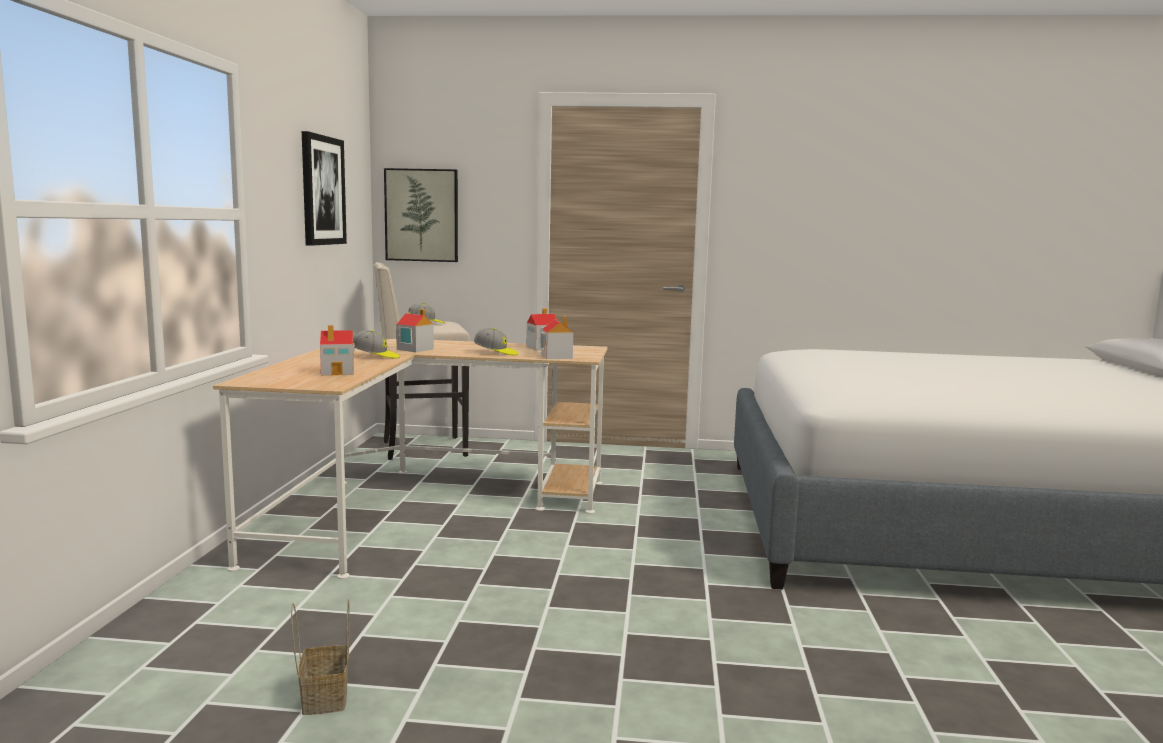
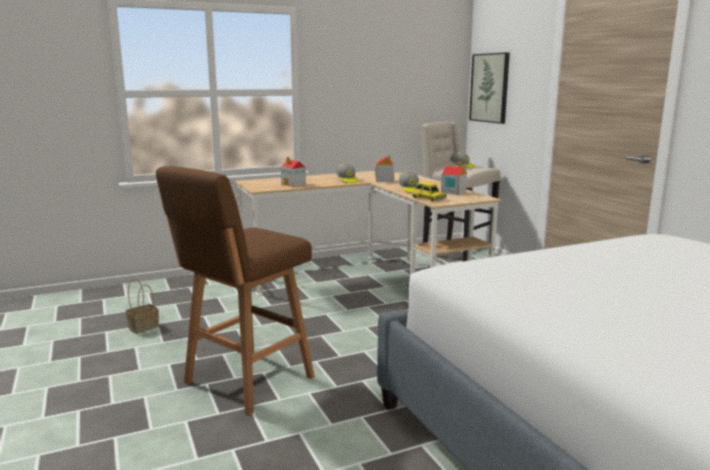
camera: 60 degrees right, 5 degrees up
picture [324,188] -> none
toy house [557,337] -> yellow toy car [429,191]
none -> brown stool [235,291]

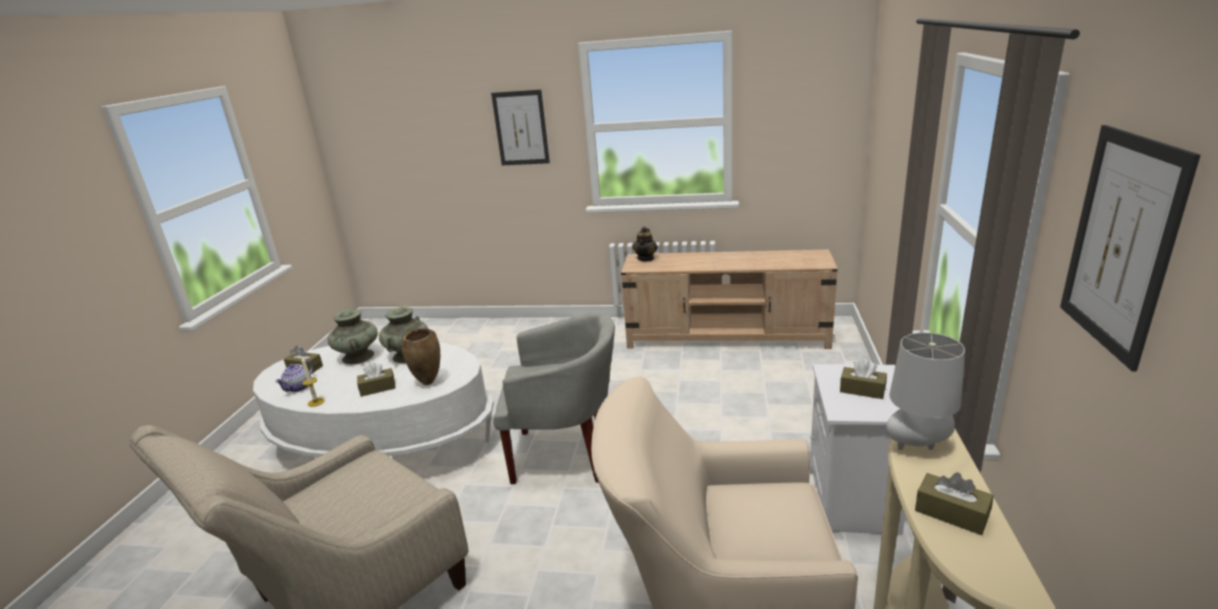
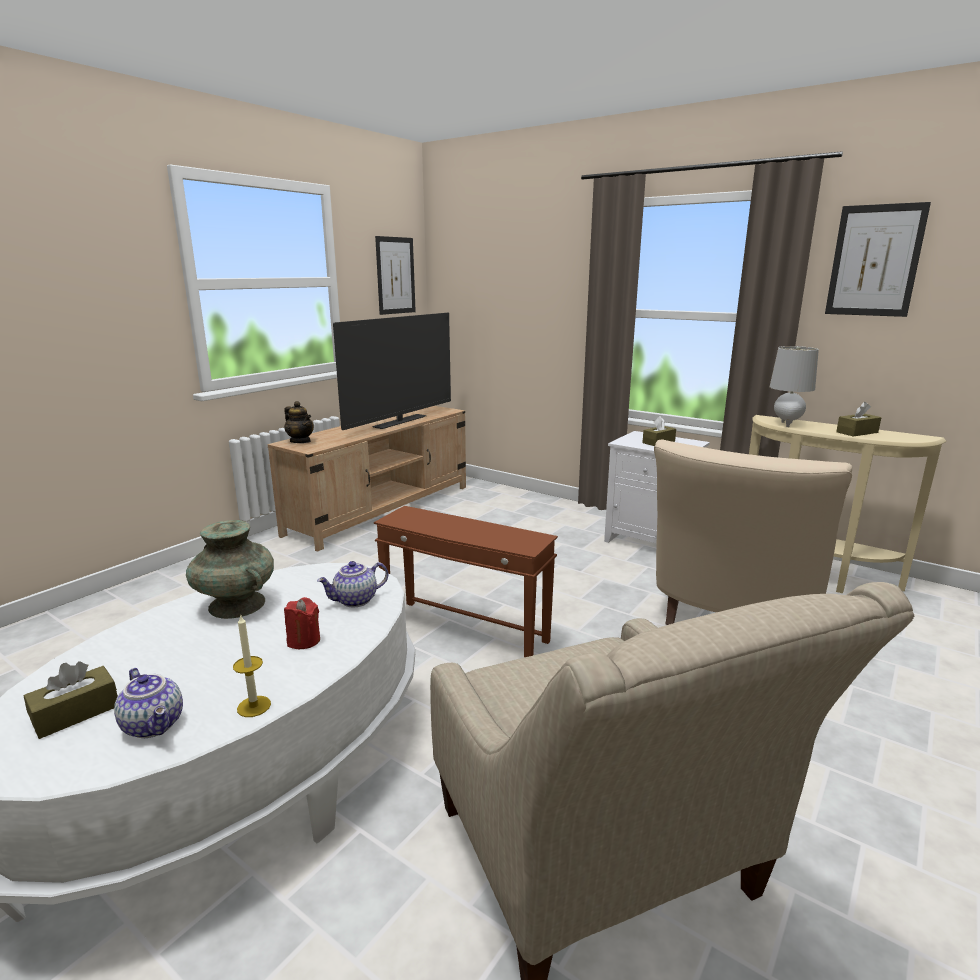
camera: 65 degrees left, 5 degrees down
turquoise vase [353,336] -> none
brown tissue box [376,380] -> red candle [302,623]
brown vase [420,356] -> teapot [352,584]
picture [520,127] -> picture [395,275], shifted
grey armchair [554,398] -> brown side table [466,581]
none -> television [392,371]

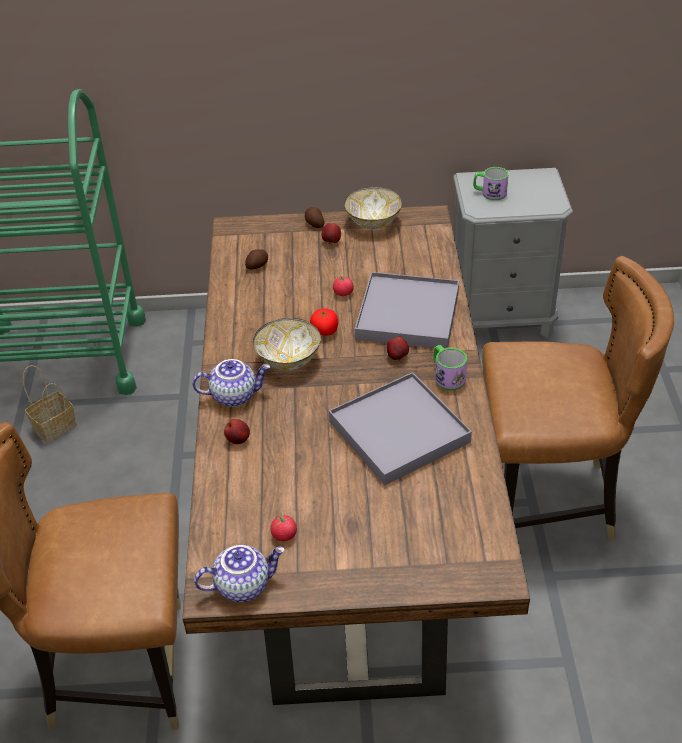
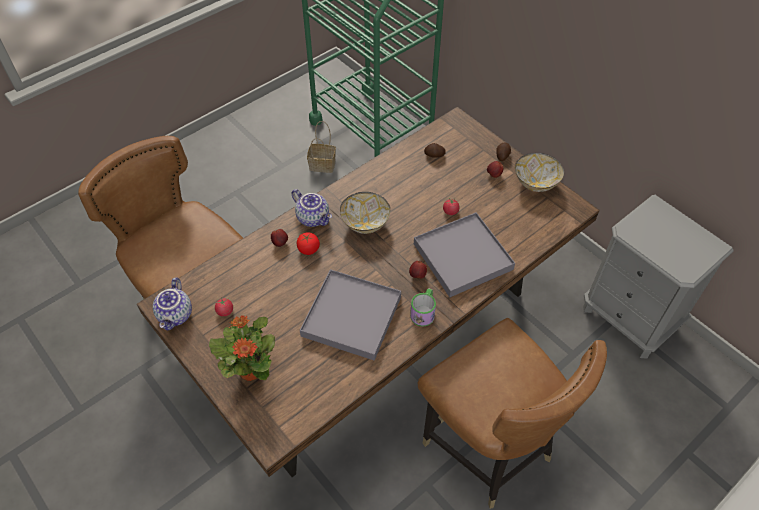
camera: 50 degrees right, 10 degrees up
teapot [239,573] -> teapot [172,304], 60 degrees clockwise
tomato [324,322] -> tomato [308,243], shifted
mug [490,183] -> none
none -> potted plant [242,348]

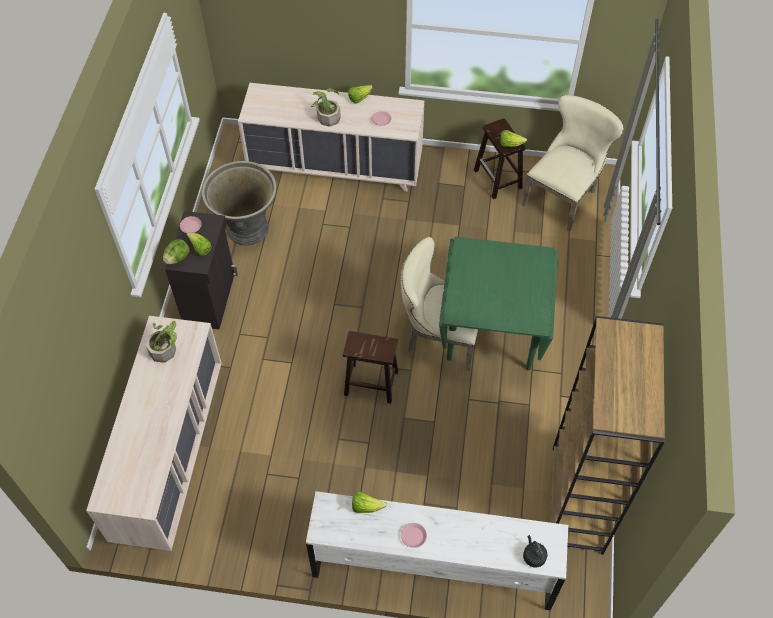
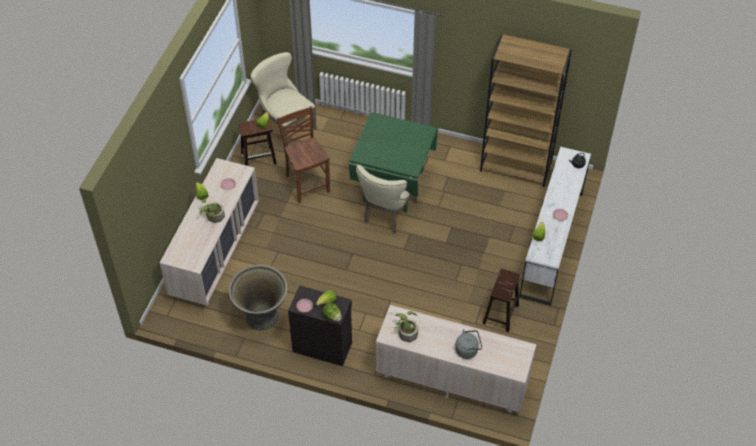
camera: 80 degrees left, 5 degrees down
brown stool [370,367] -> brown stool [501,300], shifted
none -> brown chair [303,154]
none -> grey kettle [468,344]

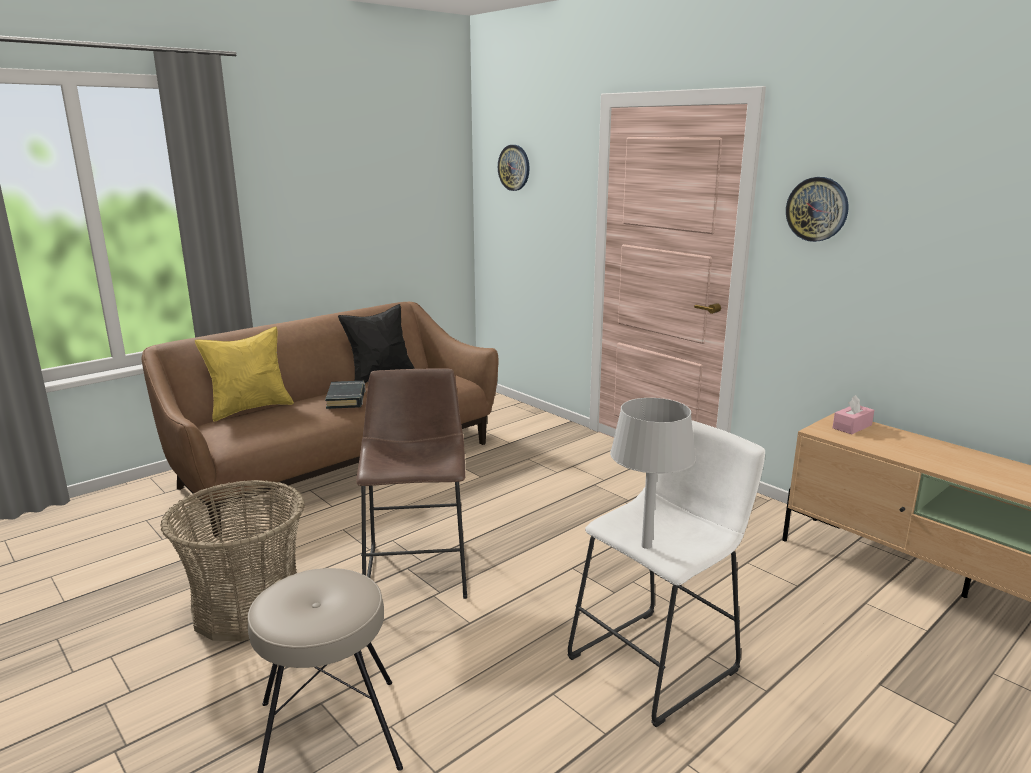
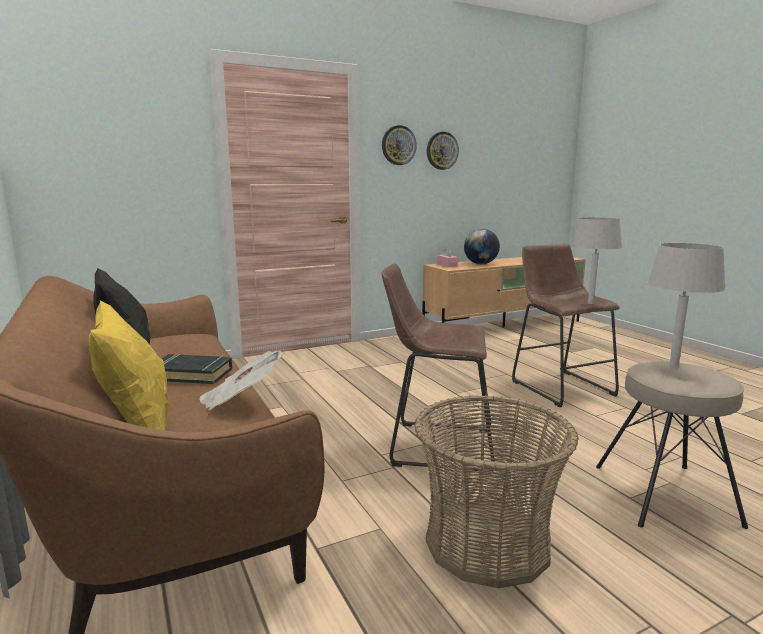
camera: 75 degrees left, 5 degrees down
wall clock [514,168] -> wall clock [443,151], shifted
white stool [666,573] -> brown stool [566,325]
none -> newspaper [241,380]
none -> globe [482,246]
none -> grey table lamp [686,305]

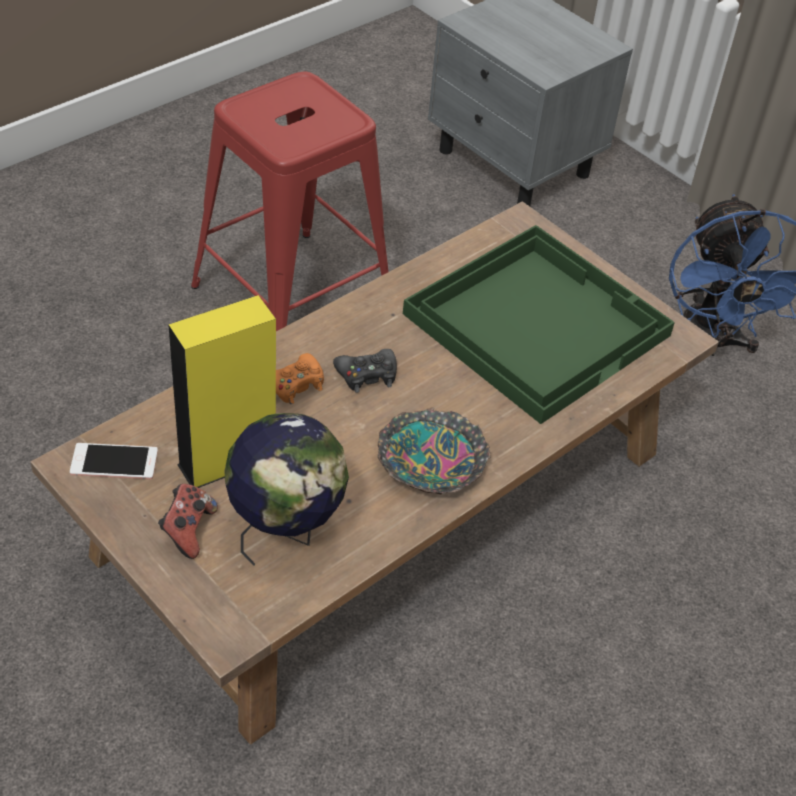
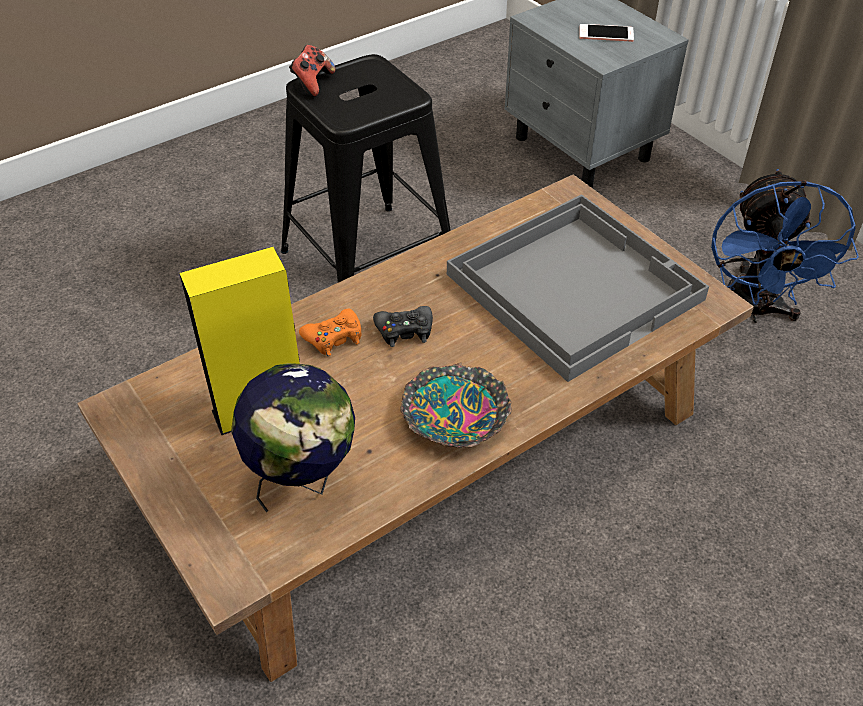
camera: 10 degrees right, 0 degrees up
phone [114,461] -> phone [606,33], shifted
game controller [188,521] -> game controller [312,71], shifted
red stool [290,201] -> black stool [366,168]
green tray [539,324] -> grey tray [578,288]

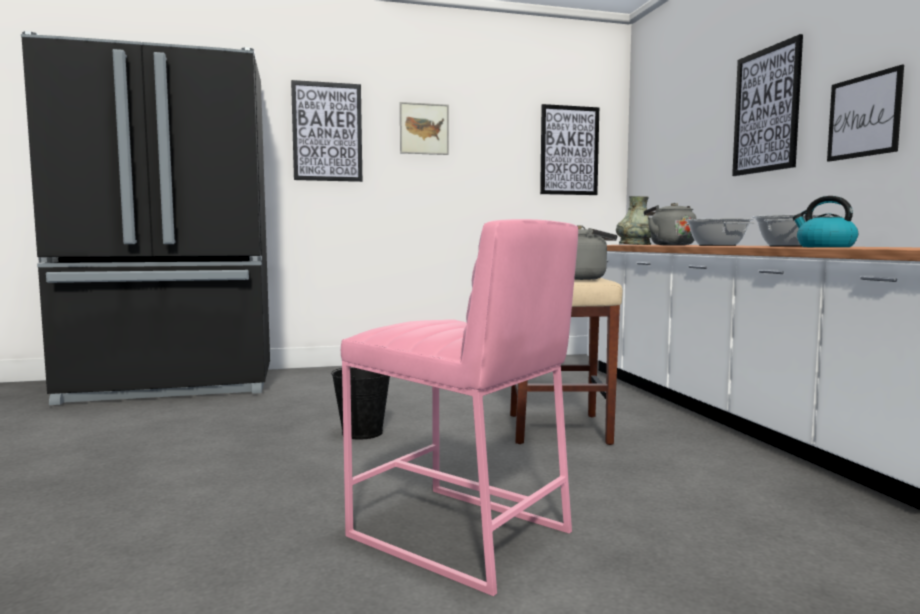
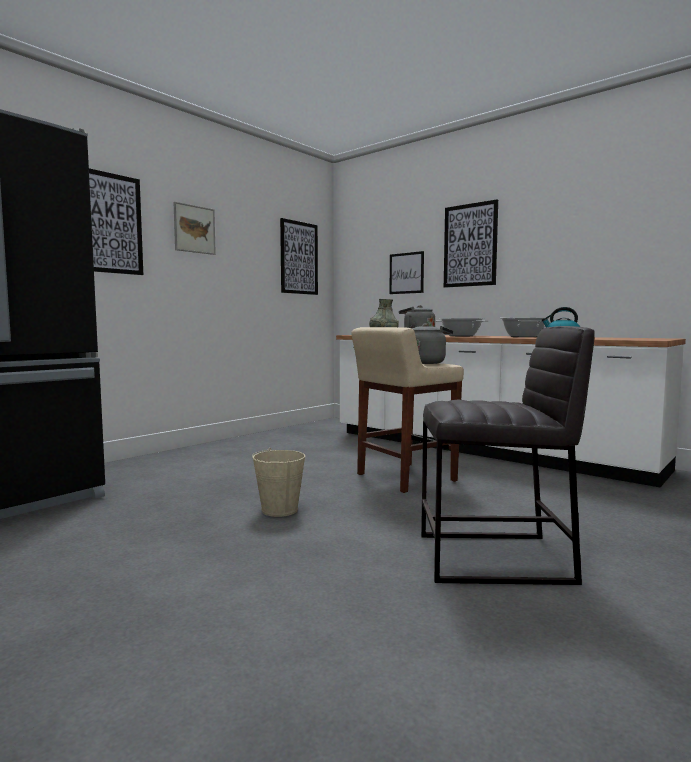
camera: 35 degrees left, 0 degrees up
black bucket [360,404] -> beige bucket [278,482]
pink stool [459,407] -> grey stool [508,455]
picture [865,113] -> picture [406,272], shifted

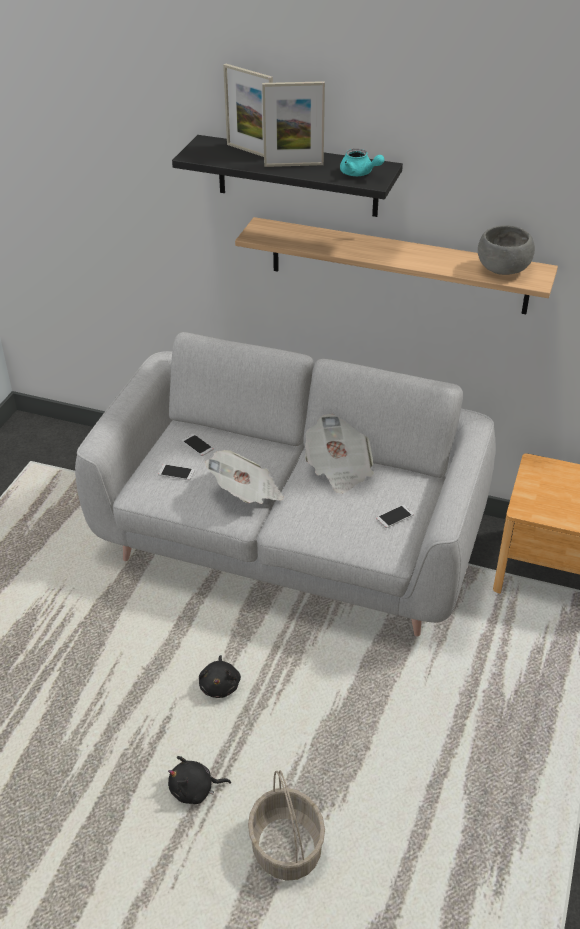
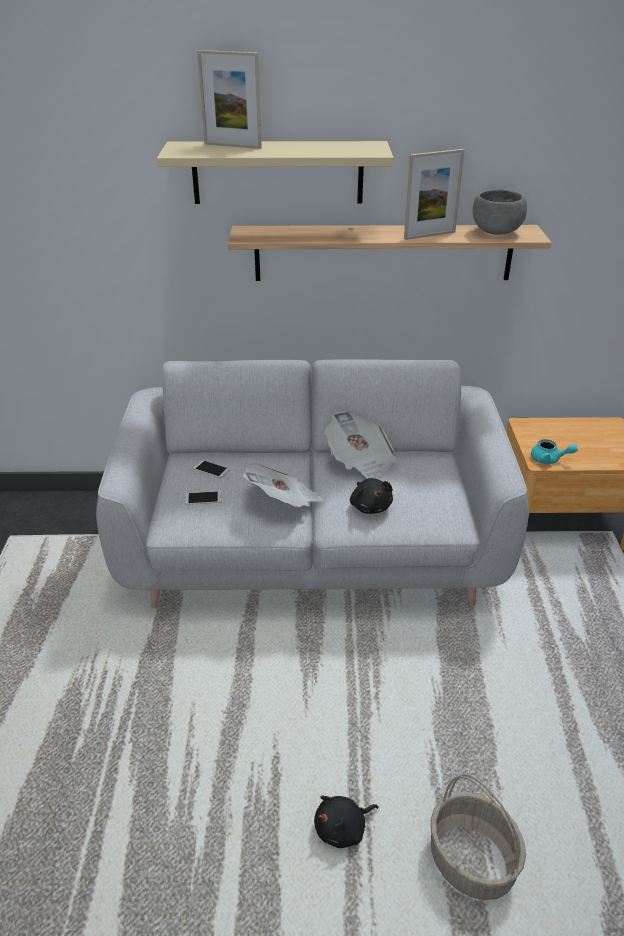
camera: 20 degrees left, 5 degrees down
black shelf [287,176] -> beige shelf [275,172]
black plush toy [220,676] -> black plush toy [371,496], shifted
picture frame [293,124] -> picture frame [434,194], shifted
turquoise teapot [362,162] -> turquoise teapot [554,451], shifted
phone [395,516] -> none

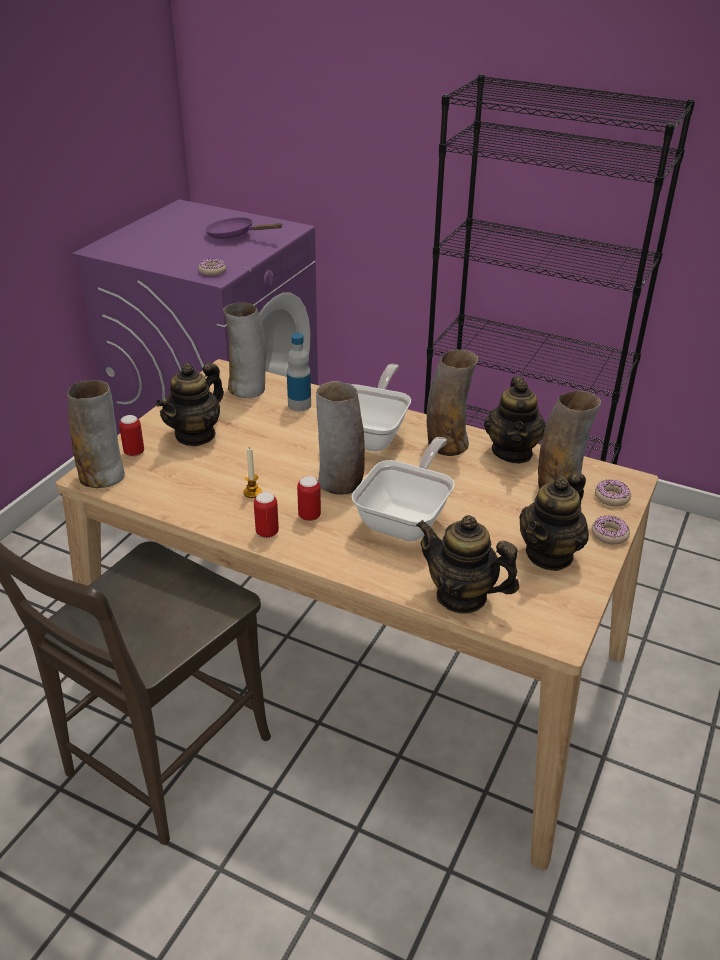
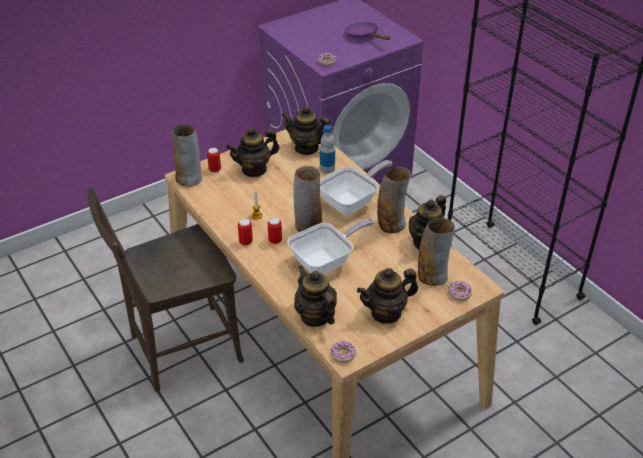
camera: 30 degrees right, 5 degrees up
vase [244,350] -> teapot [306,130]
donut [611,530] -> donut [343,352], shifted

